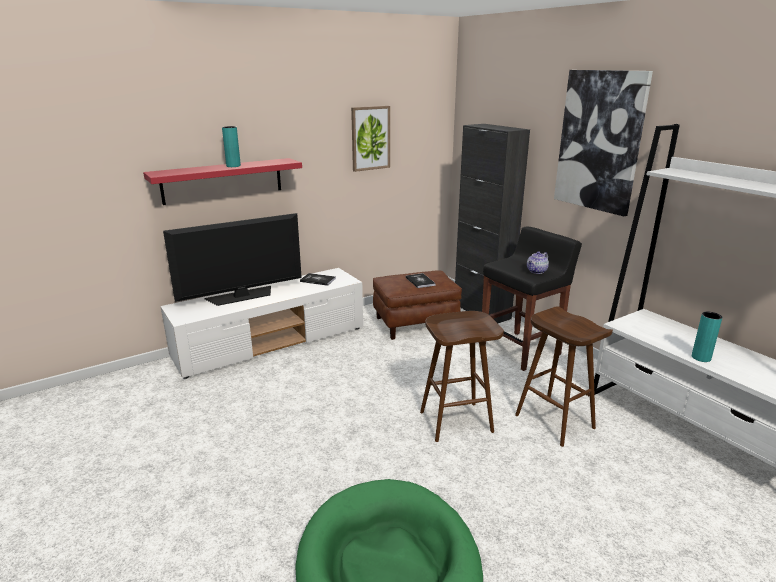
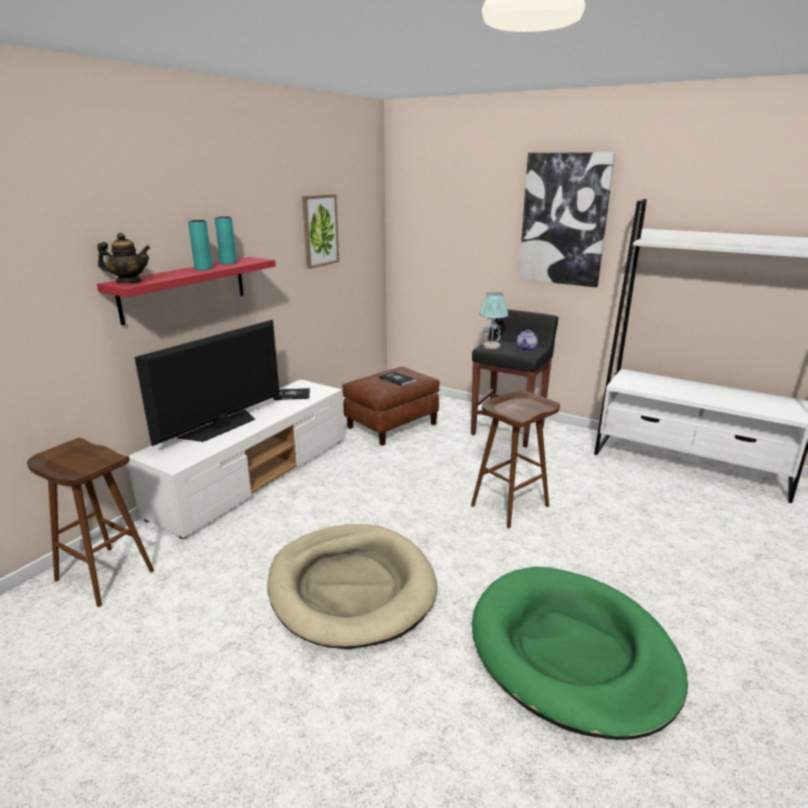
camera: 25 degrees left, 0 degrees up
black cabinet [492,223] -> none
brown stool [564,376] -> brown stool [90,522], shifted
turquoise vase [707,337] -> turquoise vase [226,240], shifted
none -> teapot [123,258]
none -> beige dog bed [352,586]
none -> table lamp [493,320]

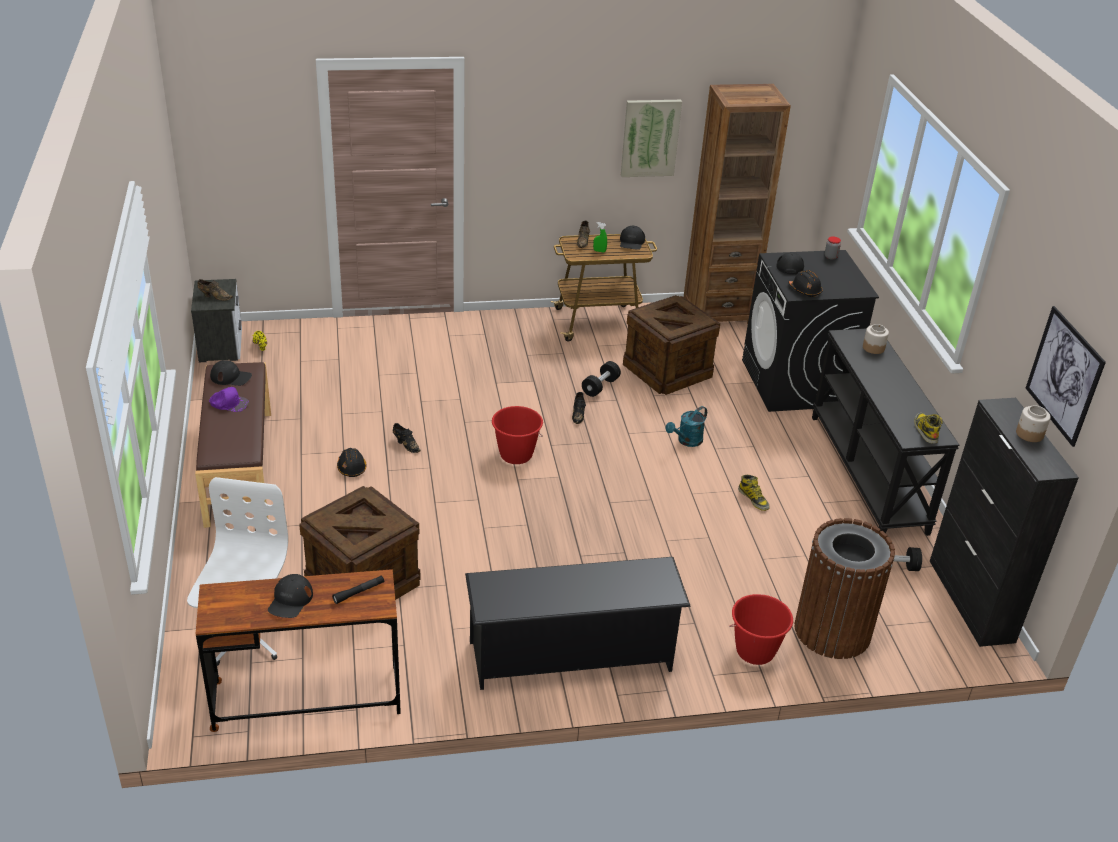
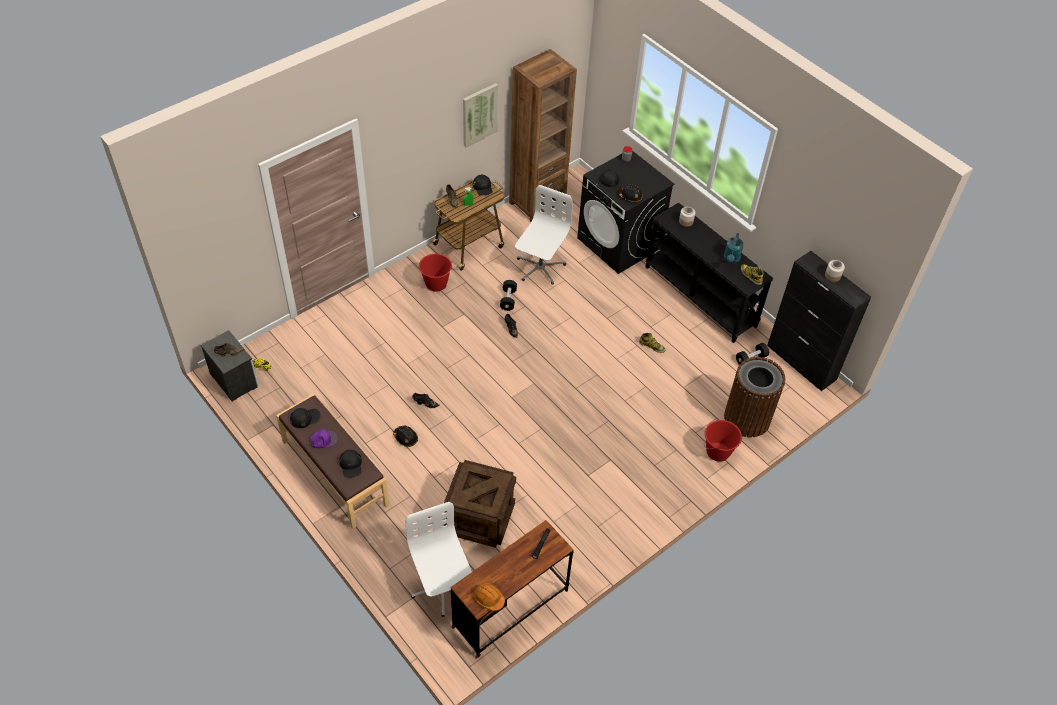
camera: 30 degrees left, 15 degrees up
black cap [290,596] -> black cap [350,464], shifted
black shoe rack [578,623] -> none
red bucket [517,435] -> red bucket [436,273], shifted
crate [671,345] -> white office chair [544,235]
turquoise watering can [686,426] -> turquoise watering can [734,248], shifted
picture [1066,376] -> none
none -> orange hard hat [489,597]

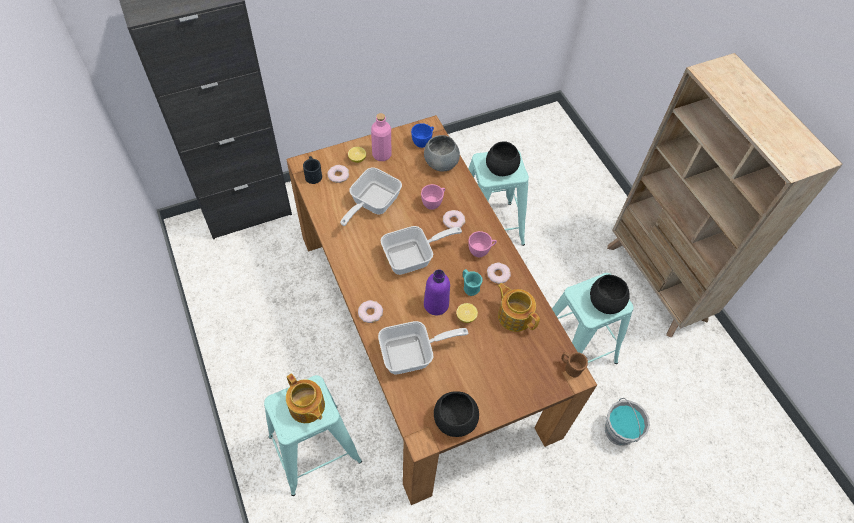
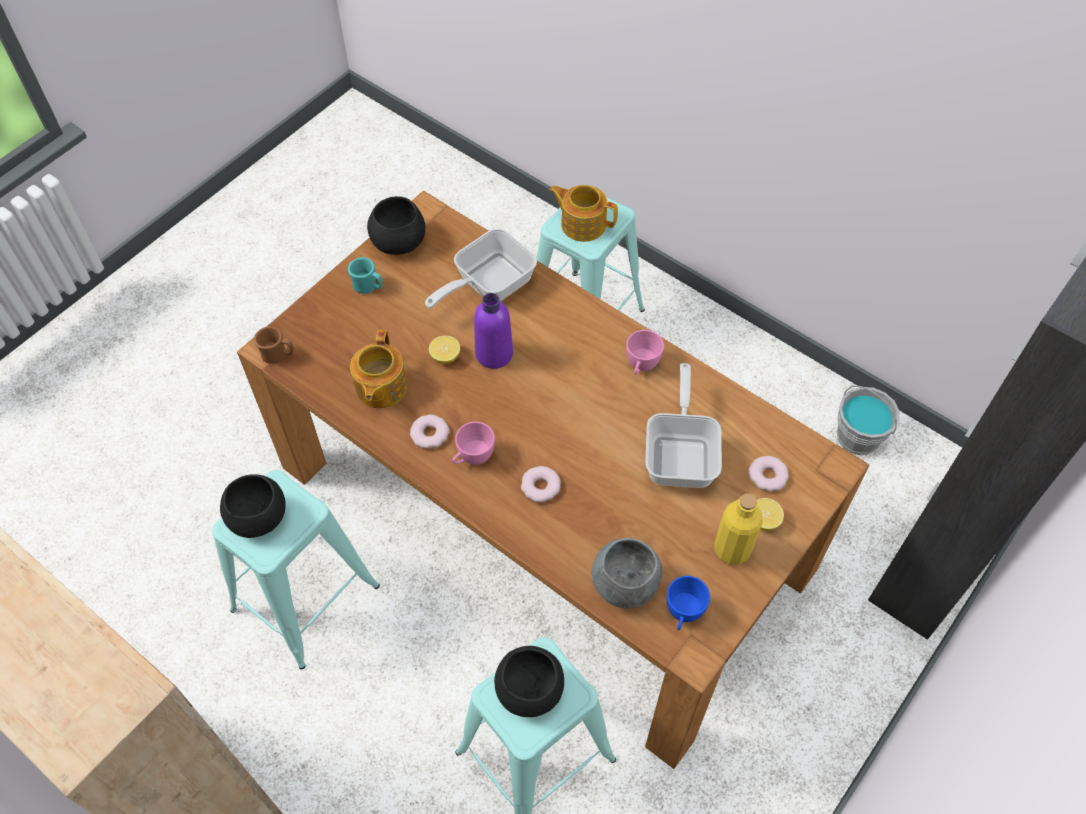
camera: 155 degrees right, 0 degrees up
black mug [312,170] -> none
donut [370,311] -> none
pink bottle [381,137] -> yellow bottle [738,529]
frying pan [421,250] -> none
pink cup [433,197] -> pink cup [645,352], shifted
turquoise mug [473,282] -> turquoise mug [365,275], shifted
teapot [518,307] -> teapot [379,369], 75 degrees clockwise
grey bucket [627,422] -> grey bucket [868,420], shifted

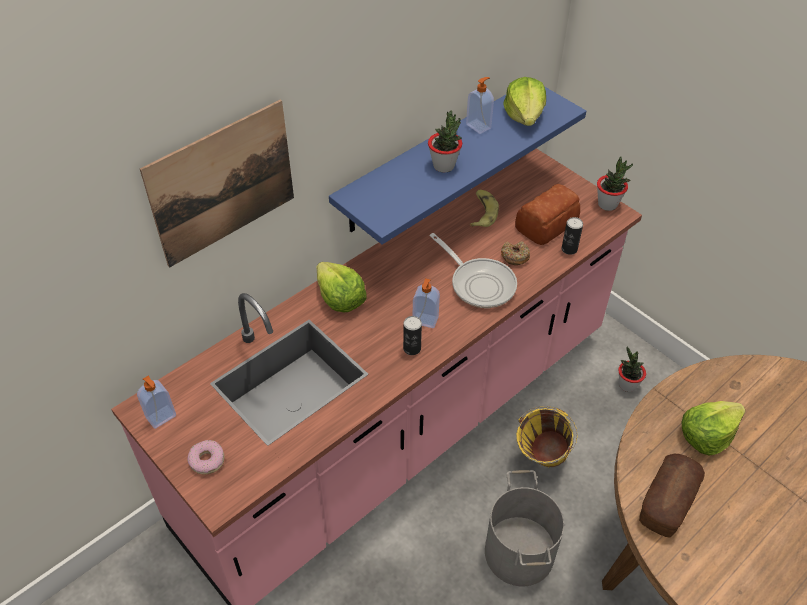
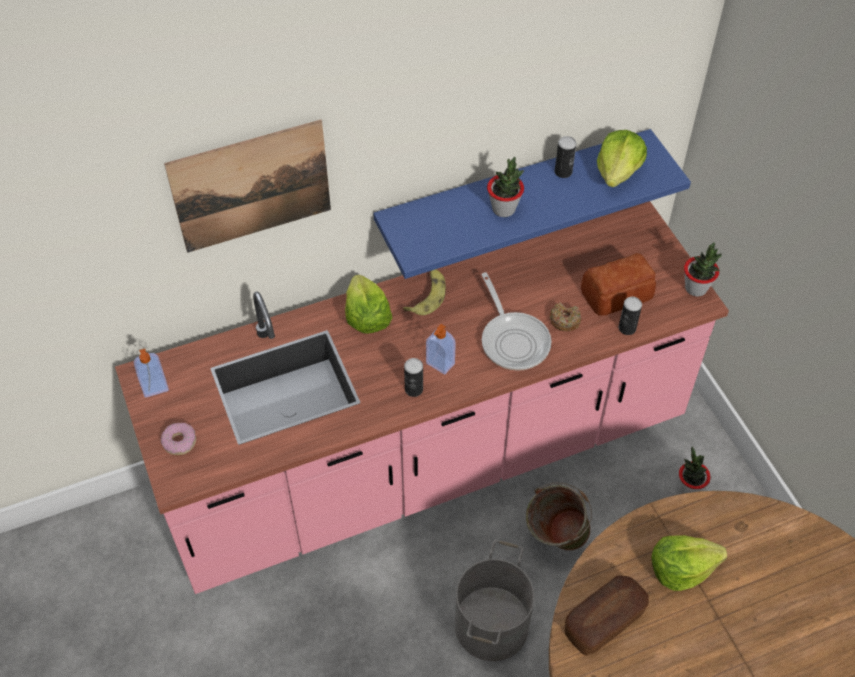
camera: 20 degrees right, 5 degrees up
soap dispenser [480,105] -> can [566,157]
banana [484,208] -> banana [424,292], shifted
yellow bucket [547,436] -> green bucket [559,517]

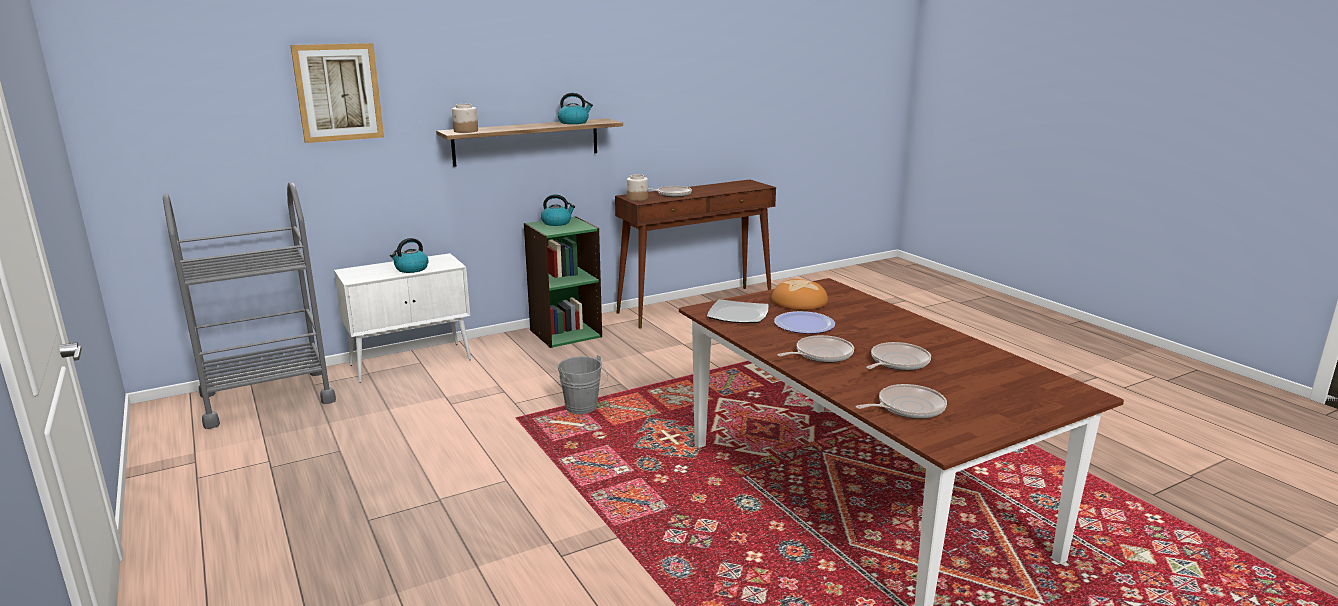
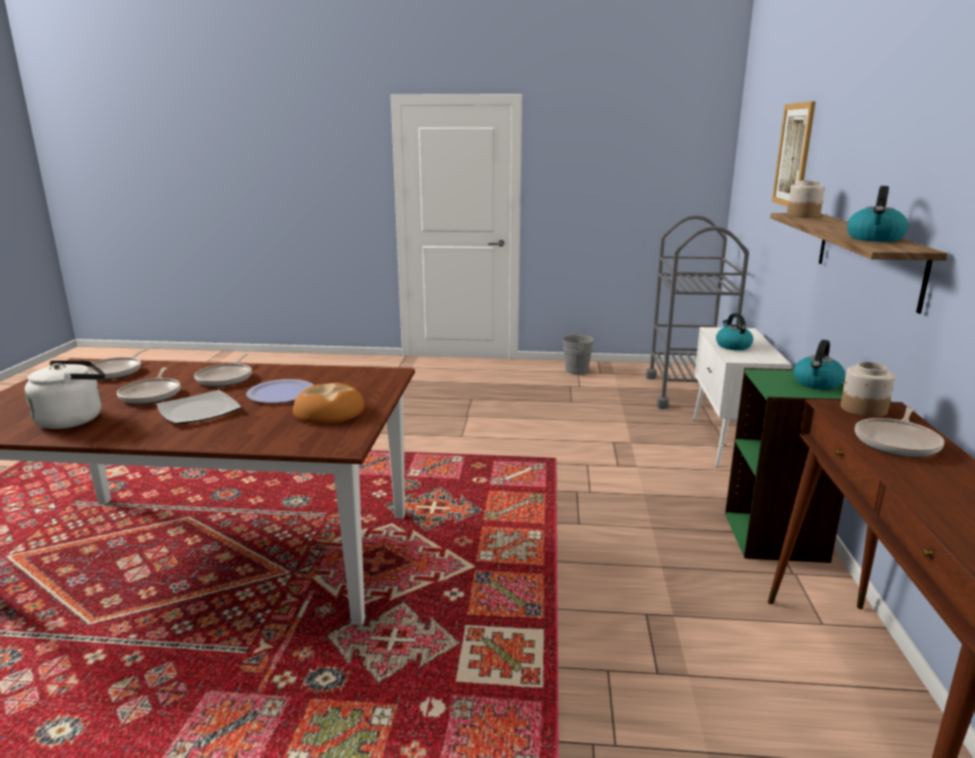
camera: 125 degrees right, 0 degrees up
grey bucket [583,384] -> grey bucket [575,353], shifted
plate [738,311] -> plate [198,407], shifted
none -> white kettle [65,394]

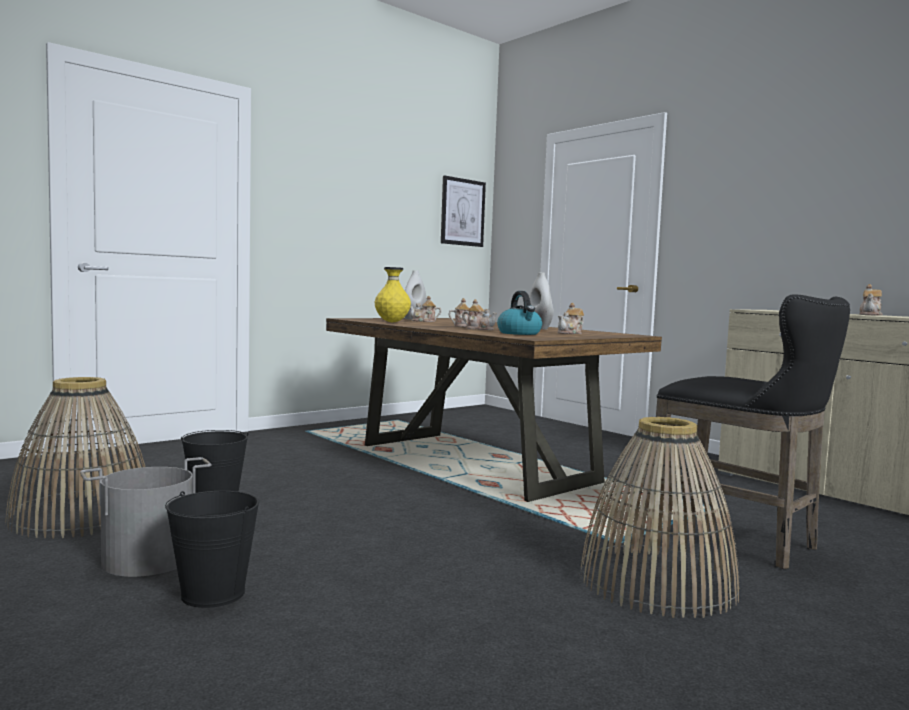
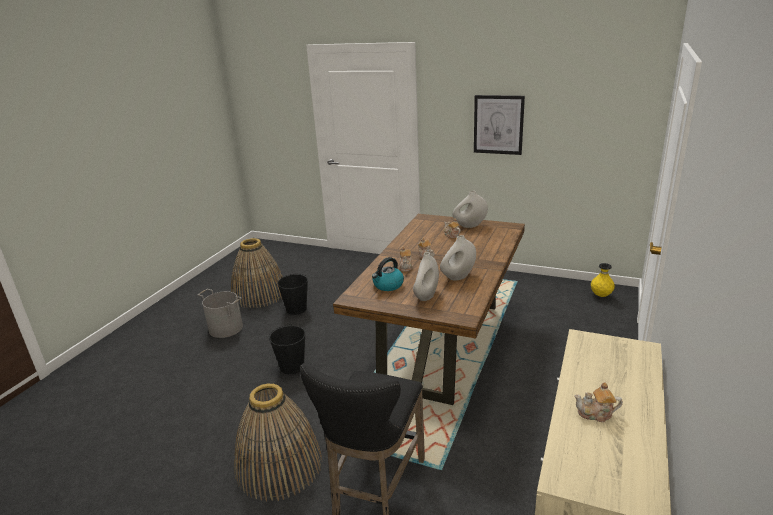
camera: 65 degrees right, 20 degrees up
black bucket [212,549] -> black bucket [287,349], shifted
yellow vase [393,294] -> yellow vase [603,280], shifted
picture [463,211] -> picture [499,125], shifted
teapot [570,318] -> white vase [426,276]

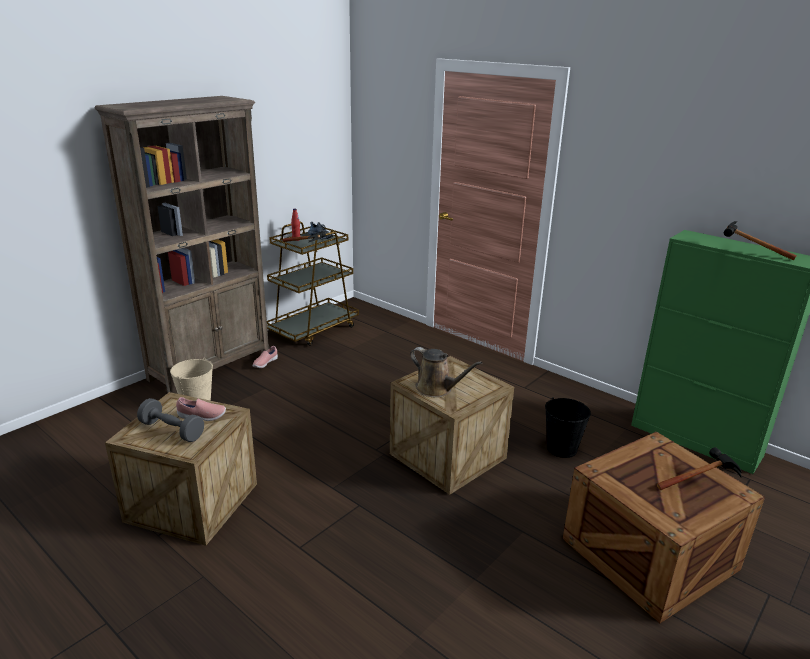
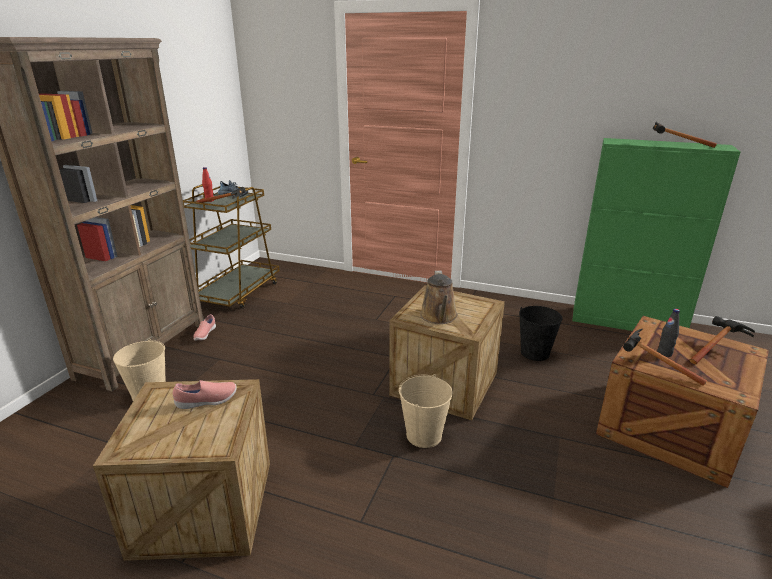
camera: 20 degrees left, 0 degrees up
grey dumbbell [170,420] -> none
brown watering can [446,372] -> brown watering can [439,297], 75 degrees clockwise
none -> beige bucket [426,411]
none -> hammer [665,357]
none -> black bottle [668,333]

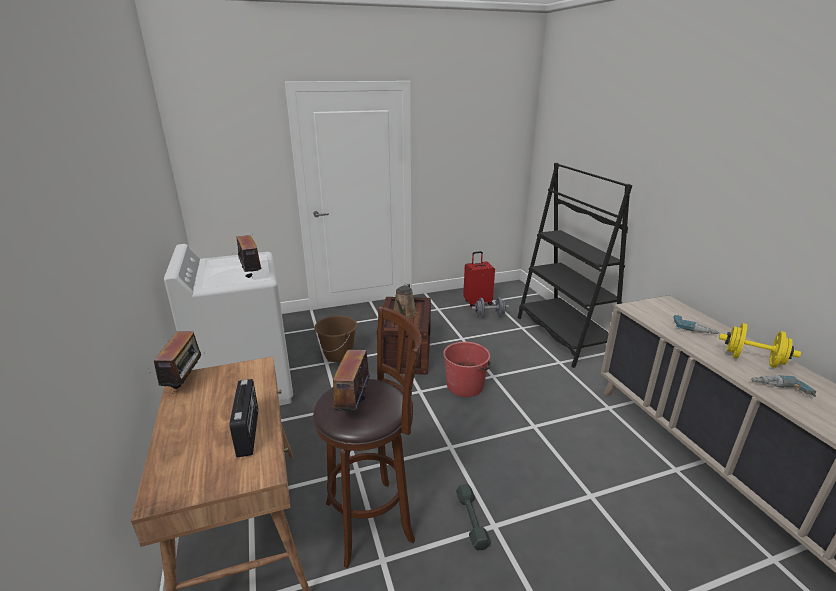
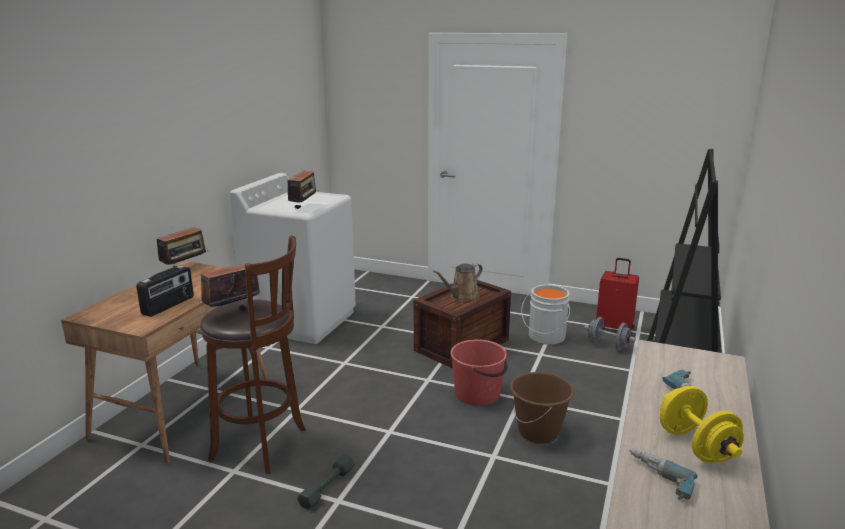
camera: 40 degrees right, 5 degrees down
brown bucket [336,339] -> brown bucket [542,408], shifted
none -> grey bucket [545,314]

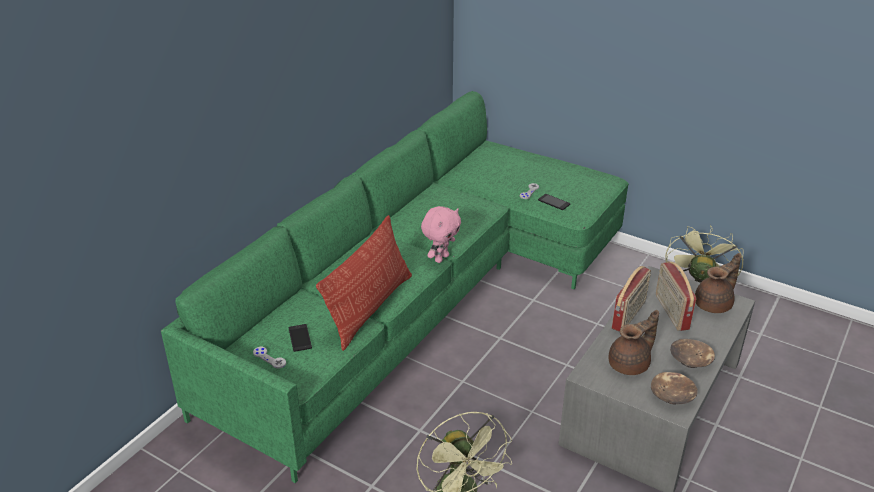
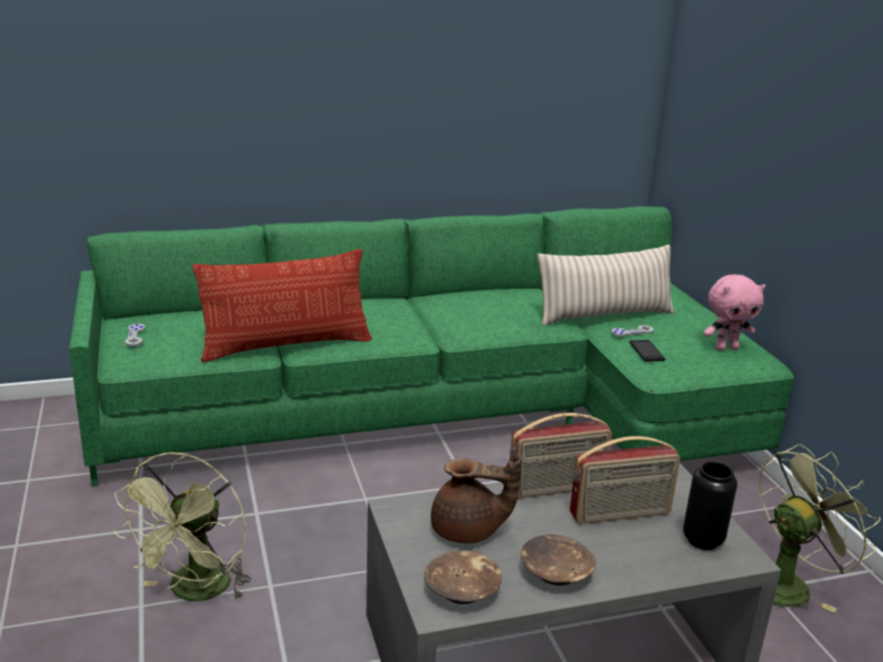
camera: 40 degrees right, 10 degrees down
phone [300,338] -> none
pink plush toy [441,234] -> pink plush toy [734,312], shifted
radio [676,296] -> radio [625,480], 135 degrees counterclockwise
brown teapot [718,283] -> black vase [710,505]
none -> beige pillow [605,285]

